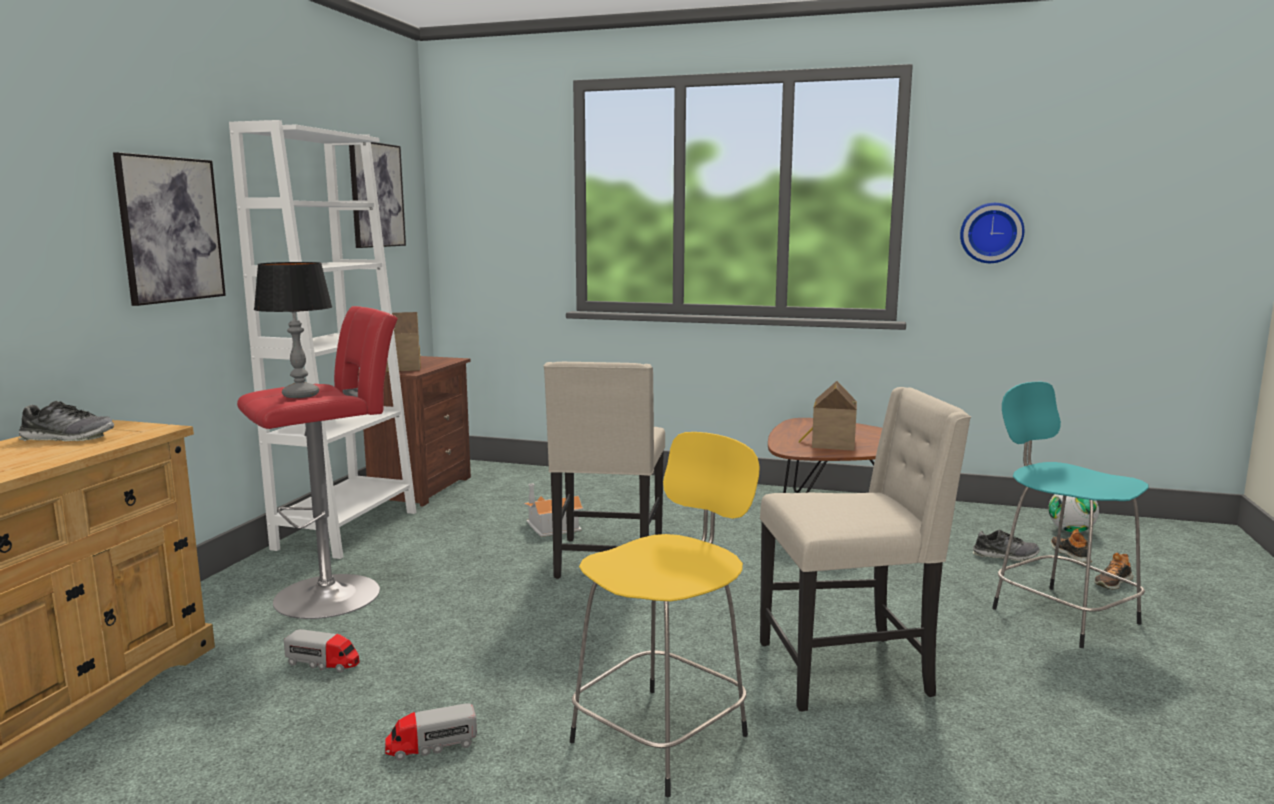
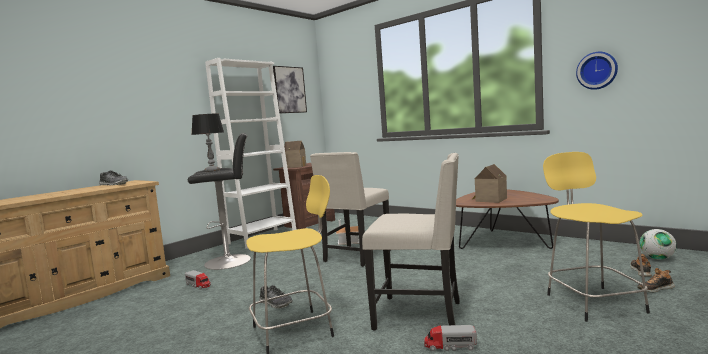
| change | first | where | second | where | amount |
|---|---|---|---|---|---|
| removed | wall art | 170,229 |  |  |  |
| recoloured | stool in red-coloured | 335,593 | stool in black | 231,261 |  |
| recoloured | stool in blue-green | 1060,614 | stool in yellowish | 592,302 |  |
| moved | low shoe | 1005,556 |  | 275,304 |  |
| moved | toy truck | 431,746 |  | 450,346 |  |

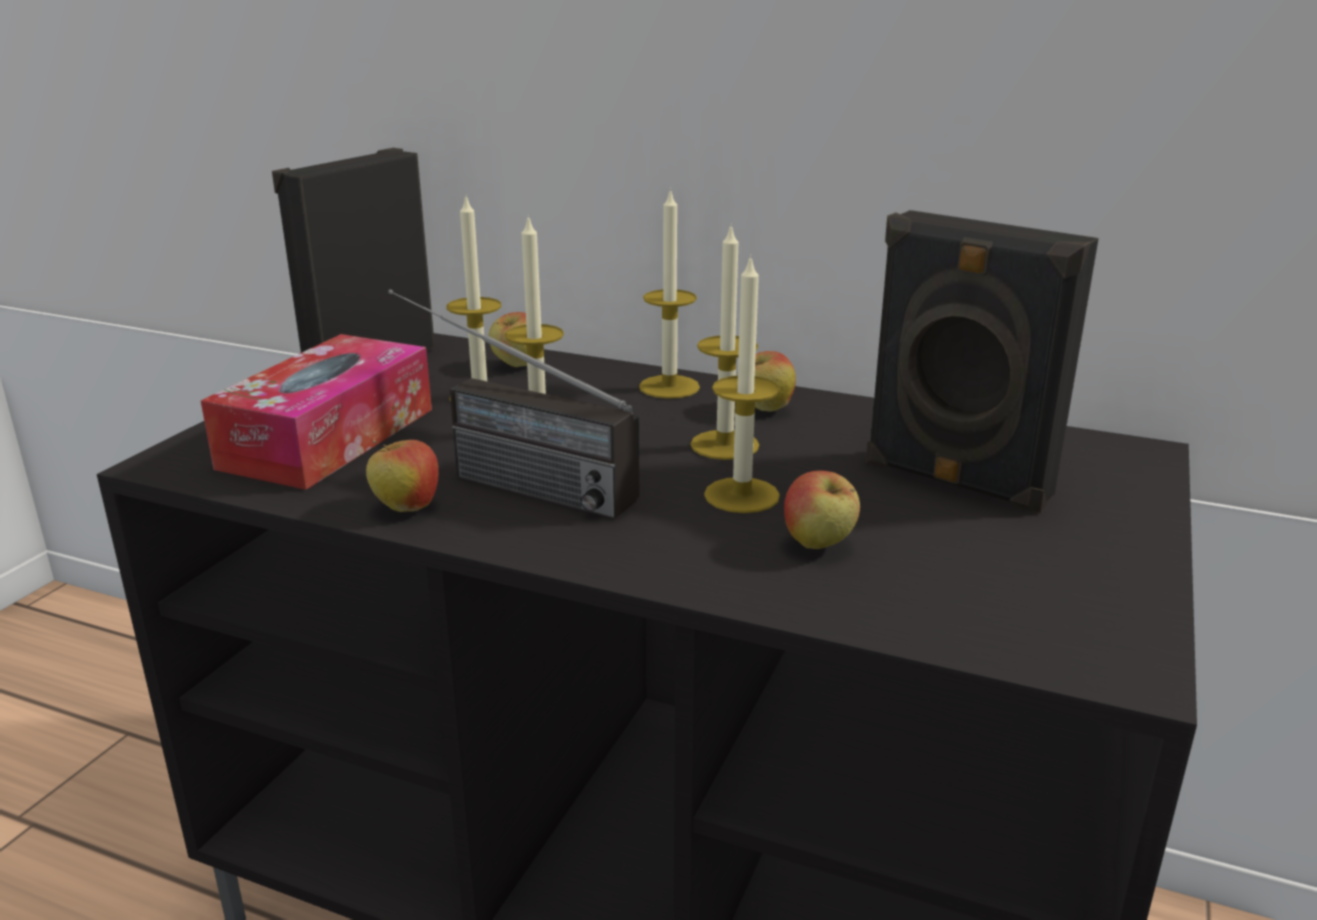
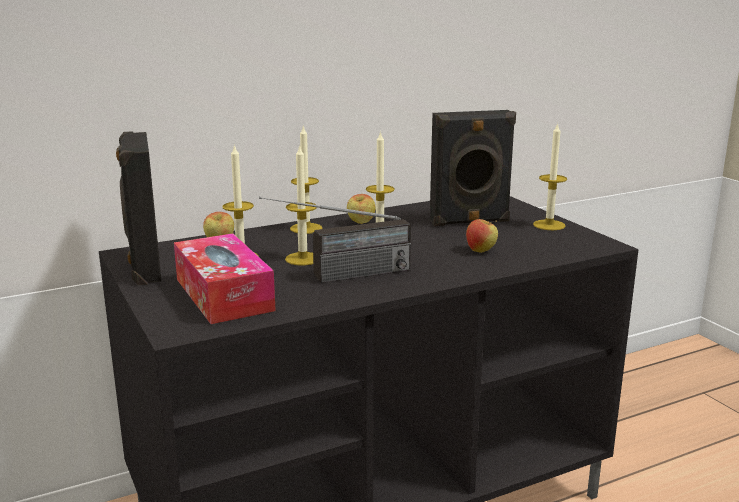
| change | first | where | second | where | amount |
|---|---|---|---|---|---|
| moved | wax light | 741,495 |  | 549,225 |  |
| removed | whole apple | 406,508 |  |  |  |

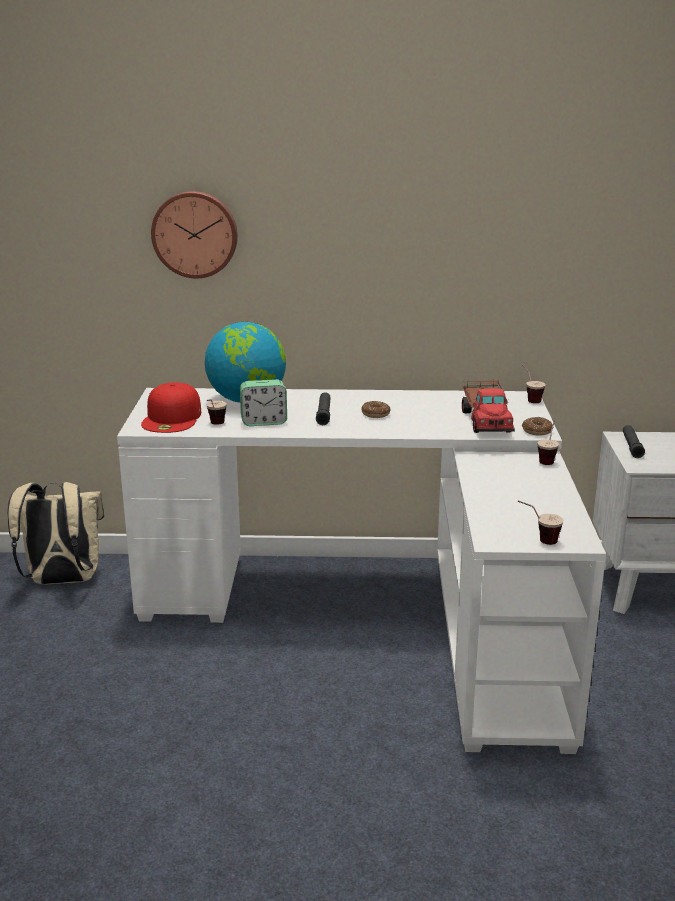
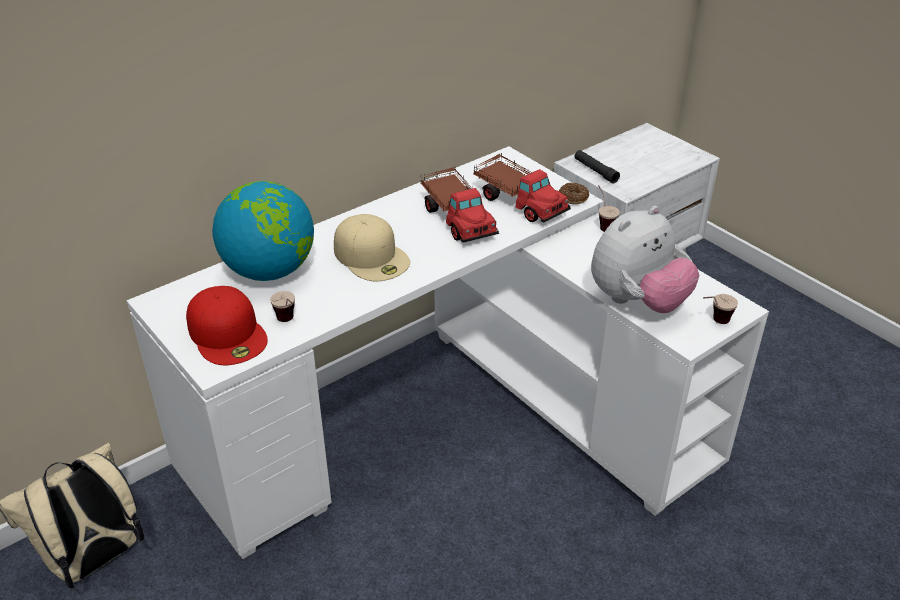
| change | first | where | second | where | amount |
|---|---|---|---|---|---|
| removed | clock on the wall | 195,234 |  |  |  |
| removed | drinking cup | 529,399 |  |  |  |
| removed | bedside clock | 264,422 |  |  |  |
| replaced | torch in black | 324,414 | baseball cap in beige | 372,256 |  |
| removed | donut | 375,414 |  |  |  |
| added |  |  | toy truck | 458,217 |  |
| added |  |  | plush toy | 637,301 |  |

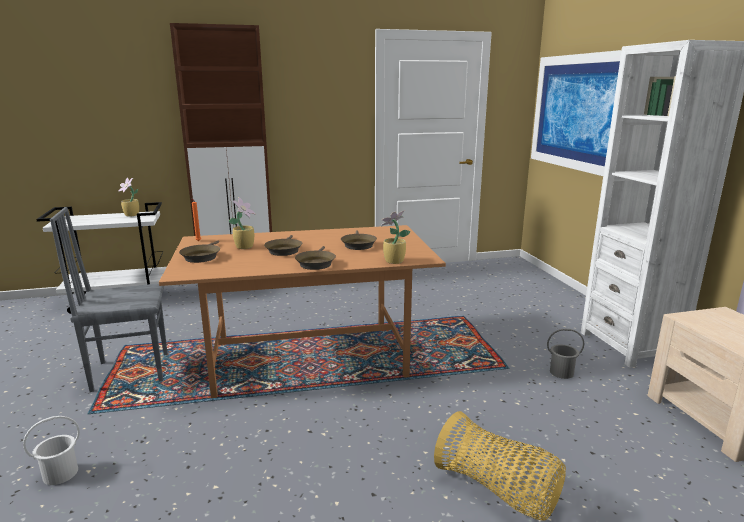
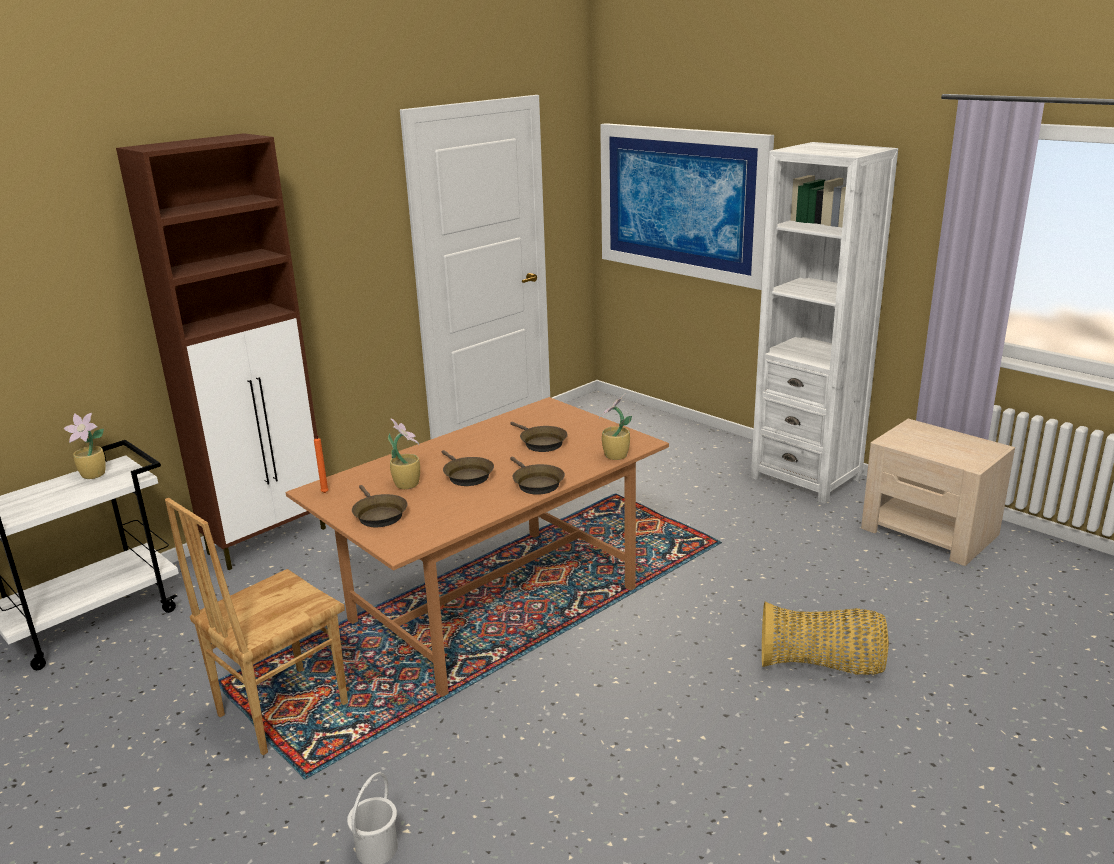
| change | first | where | second | where | amount |
|---|---|---|---|---|---|
| recoloured | chair in greyish | 130,371 | chair in brownish | 281,709 |  |
| removed | pail in greyish | 561,372 |  |  |  |

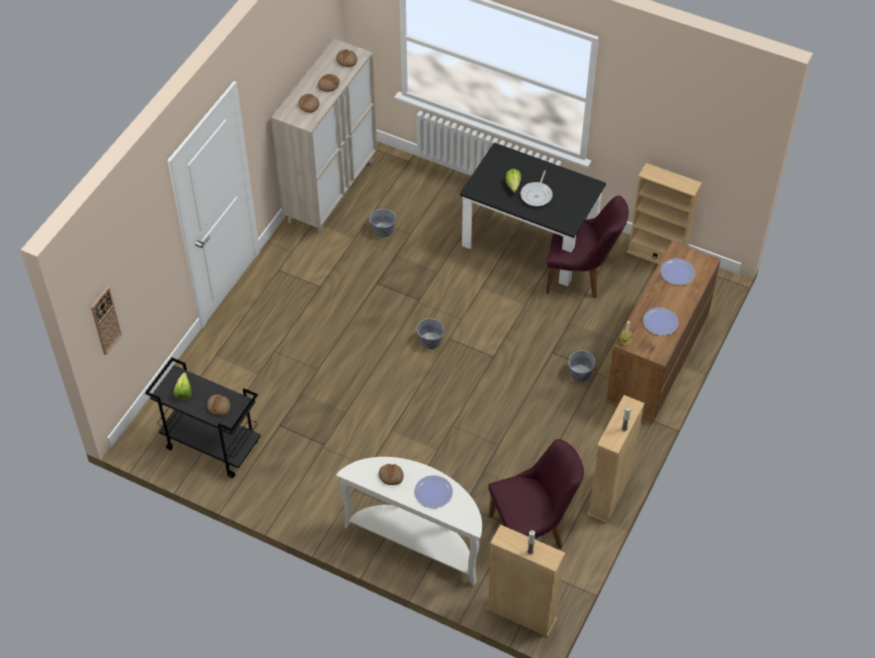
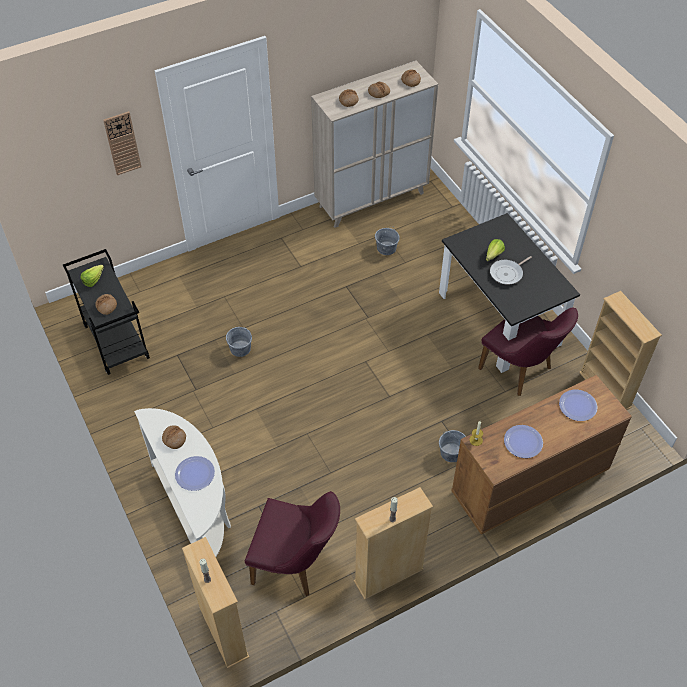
| change | first | where | second | where | amount |
|---|---|---|---|---|---|
| moved | clock on the wall | 105,320 |  | 122,143 |  |
| moved | pail in greyish | 430,340 |  | 240,348 |  |

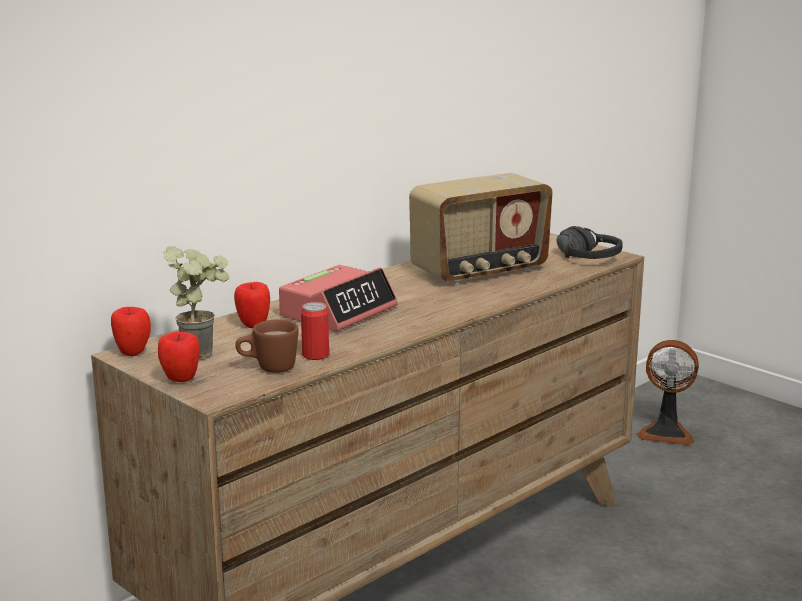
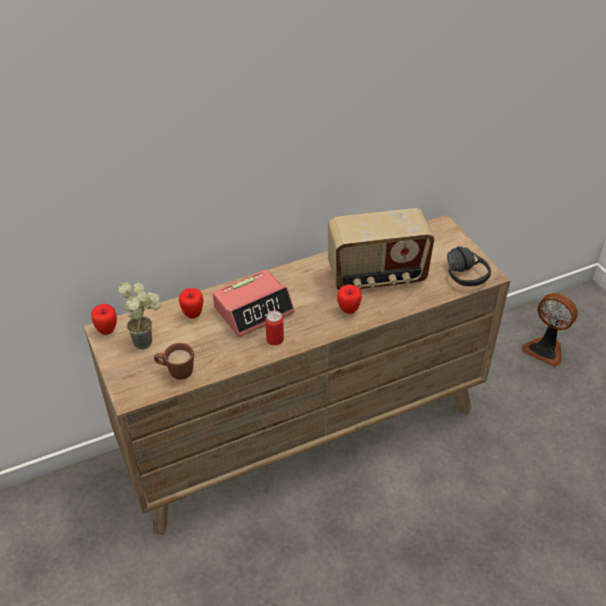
| change | first | where | second | where | amount |
|---|---|---|---|---|---|
| moved | sealed can | 315,355 |  | 275,339 |  |
| moved | whole apple | 181,380 |  | 348,310 |  |

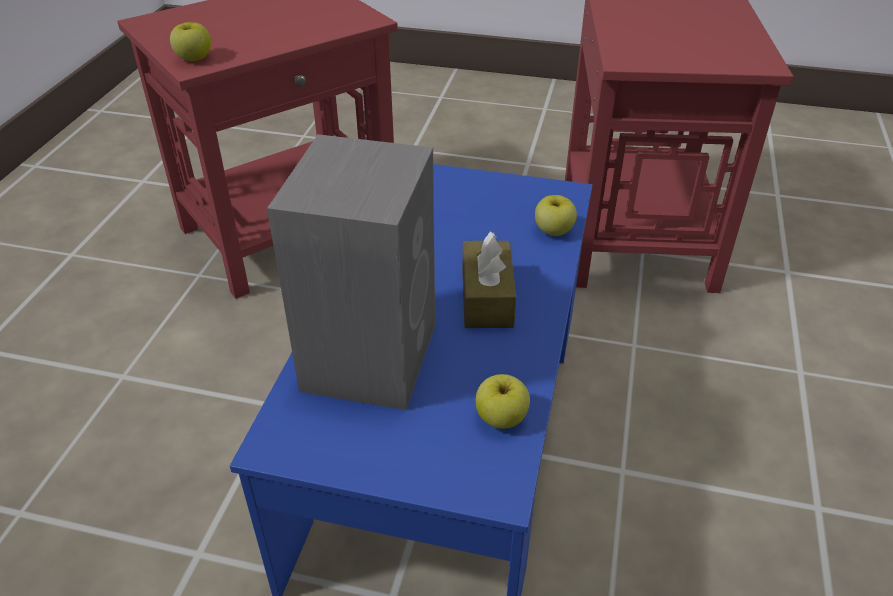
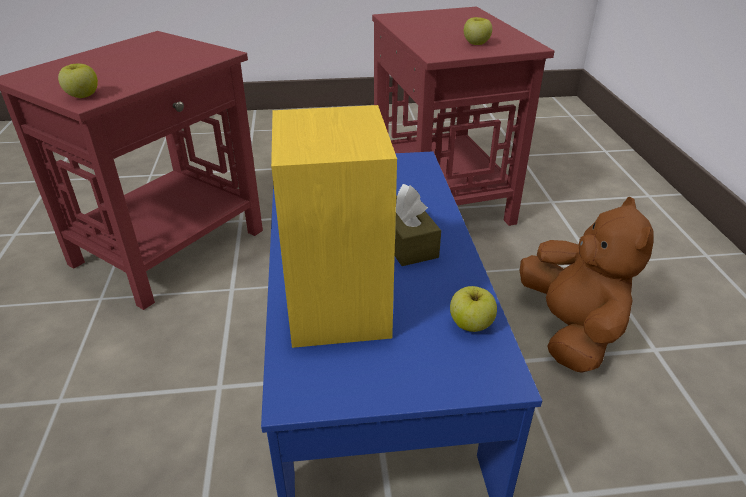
| change | first | where | second | where | amount |
|---|---|---|---|---|---|
| recoloured | loudspeaker in greyish | 371,354 | loudspeaker in yellowish | 337,303 |  |
| moved | whole apple | 553,231 |  | 476,43 |  |
| added |  |  | plush toy in brownish | 571,330 |  |

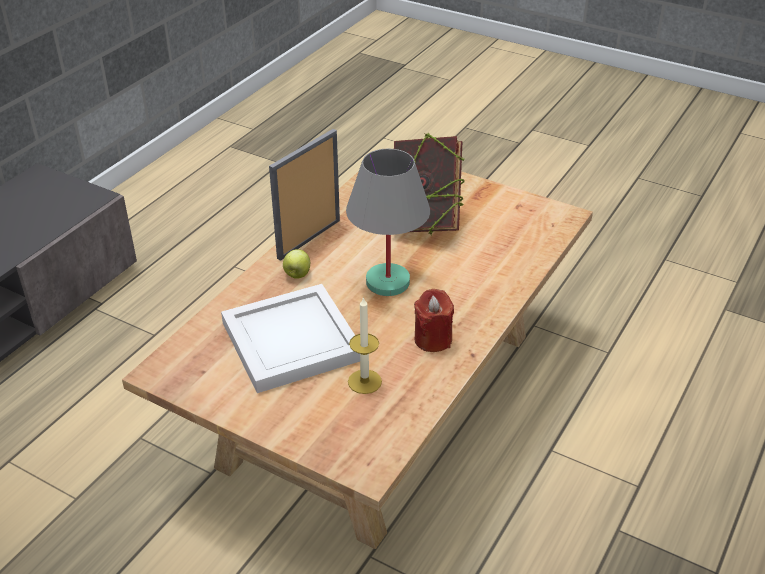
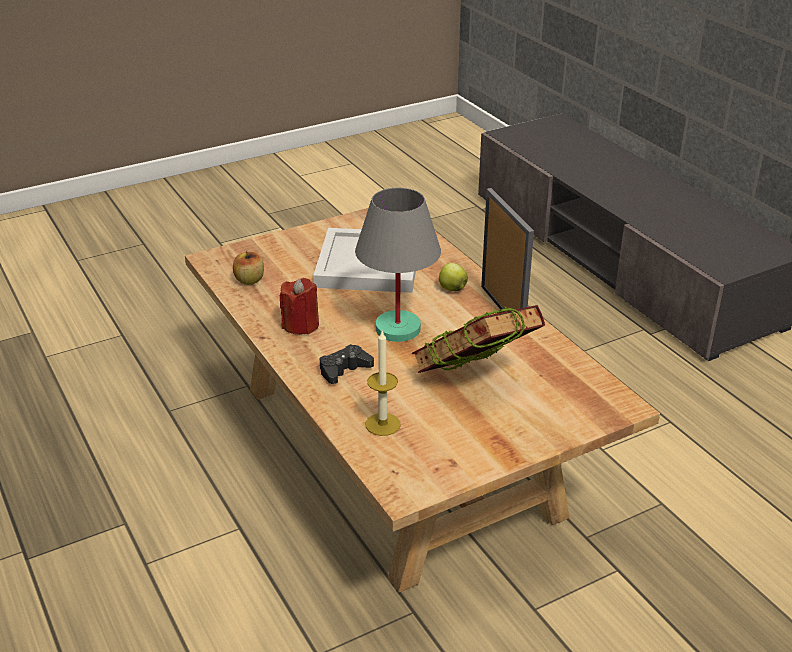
| change | first | where | second | where | amount |
|---|---|---|---|---|---|
| moved | wax light | 364,381 |  | 382,424 |  |
| added |  |  | whole apple | 249,280 |  |
| added |  |  | joypad in black | 344,370 |  |

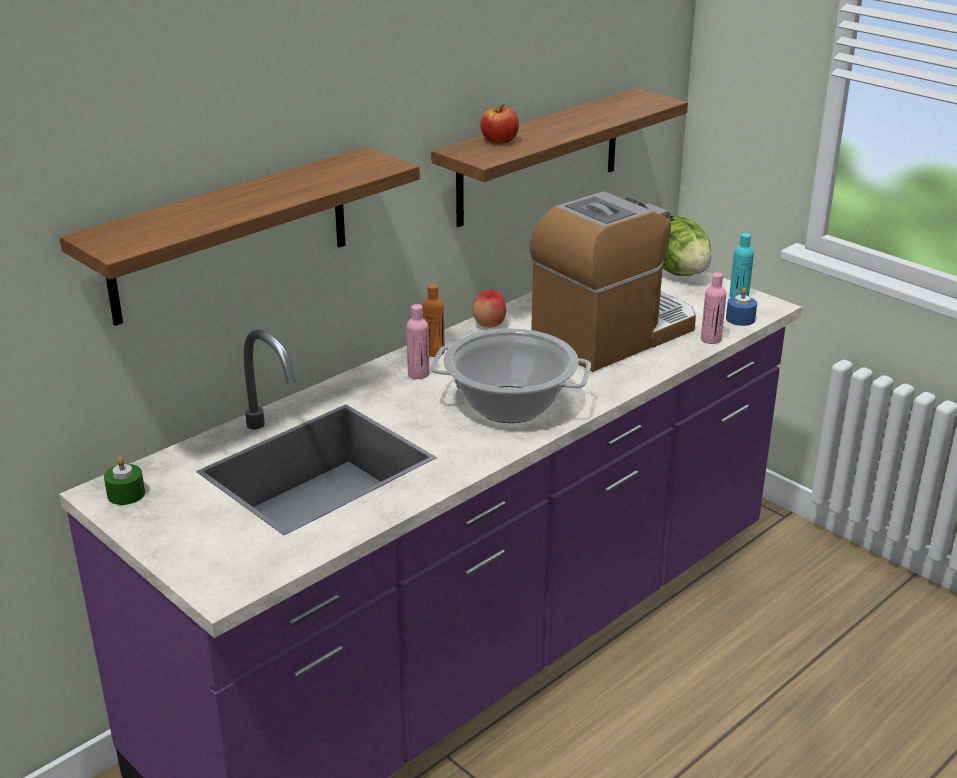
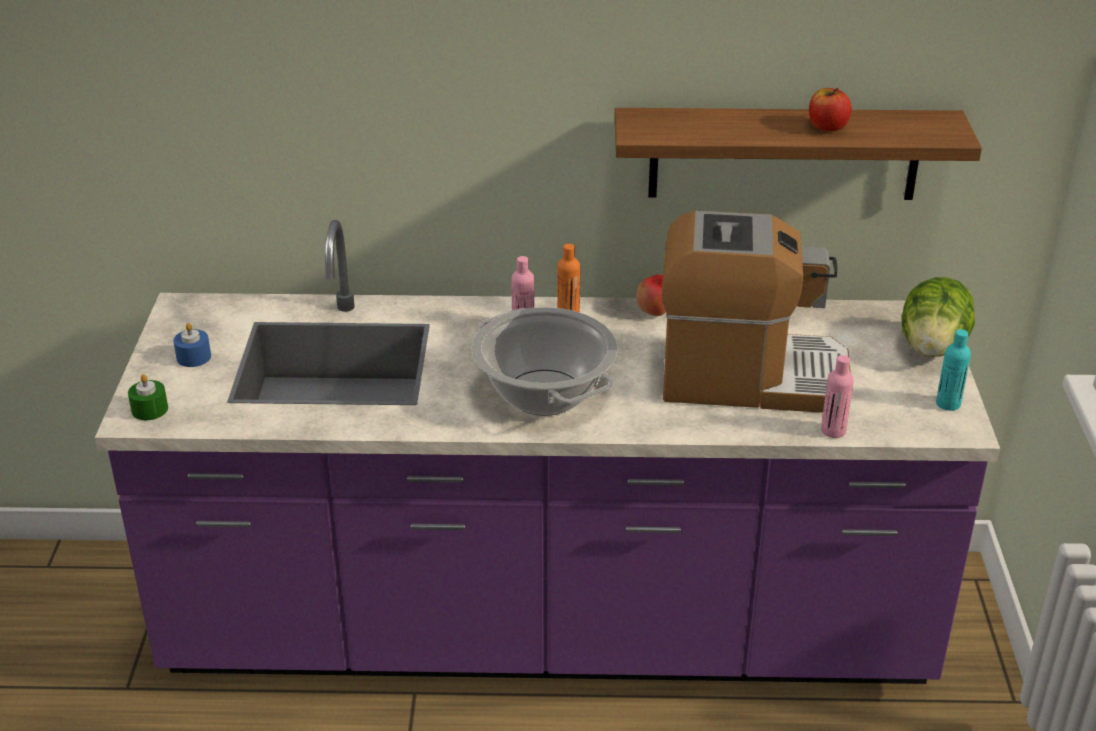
| change | first | where | second | where | amount |
|---|---|---|---|---|---|
| moved | whole apple | 499,141 |  | 827,127 |  |
| removed | wall shelf | 231,235 |  |  |  |
| moved | wax light in bluish | 740,319 |  | 193,357 |  |
| moved | wax light in green-coloured | 126,494 |  | 150,409 |  |

